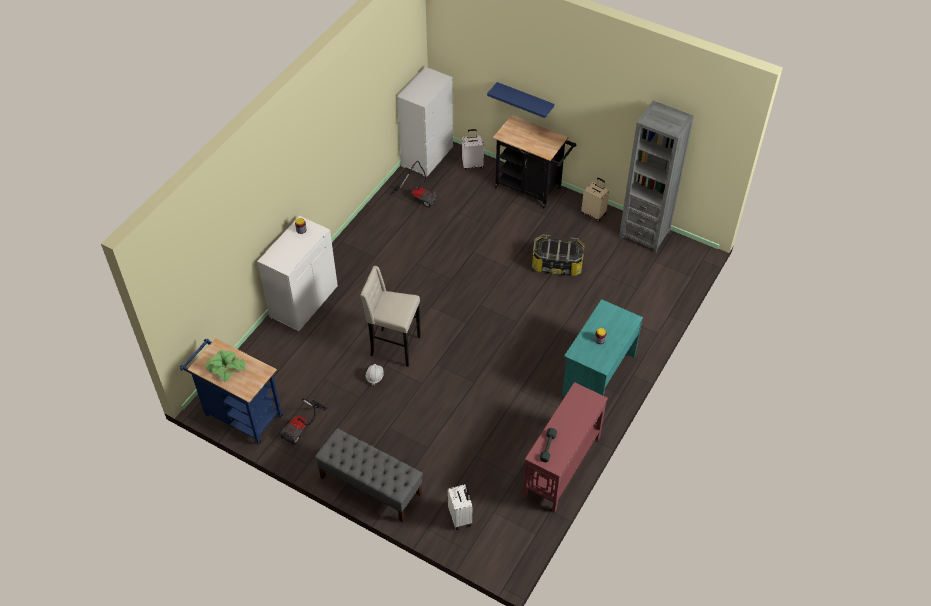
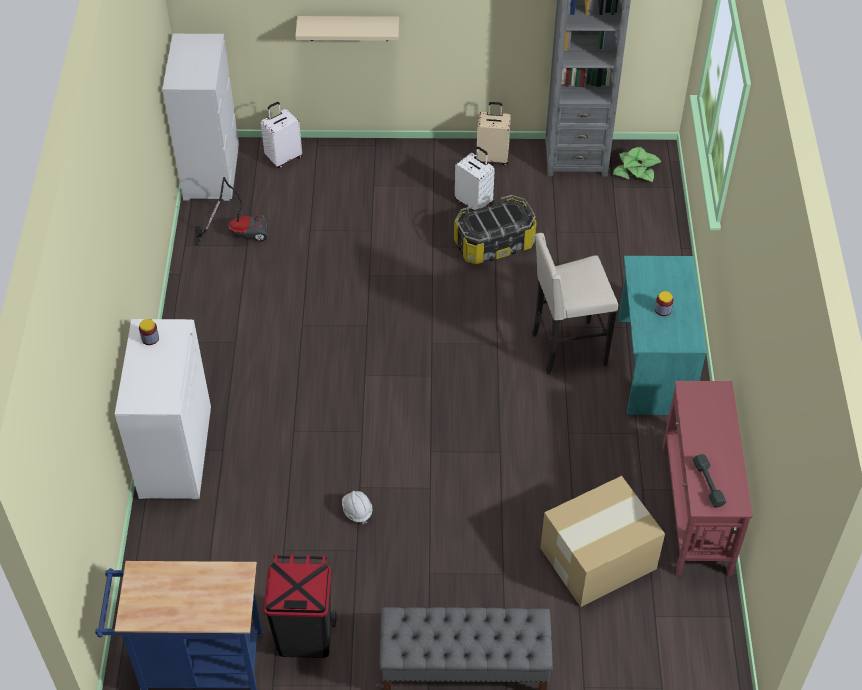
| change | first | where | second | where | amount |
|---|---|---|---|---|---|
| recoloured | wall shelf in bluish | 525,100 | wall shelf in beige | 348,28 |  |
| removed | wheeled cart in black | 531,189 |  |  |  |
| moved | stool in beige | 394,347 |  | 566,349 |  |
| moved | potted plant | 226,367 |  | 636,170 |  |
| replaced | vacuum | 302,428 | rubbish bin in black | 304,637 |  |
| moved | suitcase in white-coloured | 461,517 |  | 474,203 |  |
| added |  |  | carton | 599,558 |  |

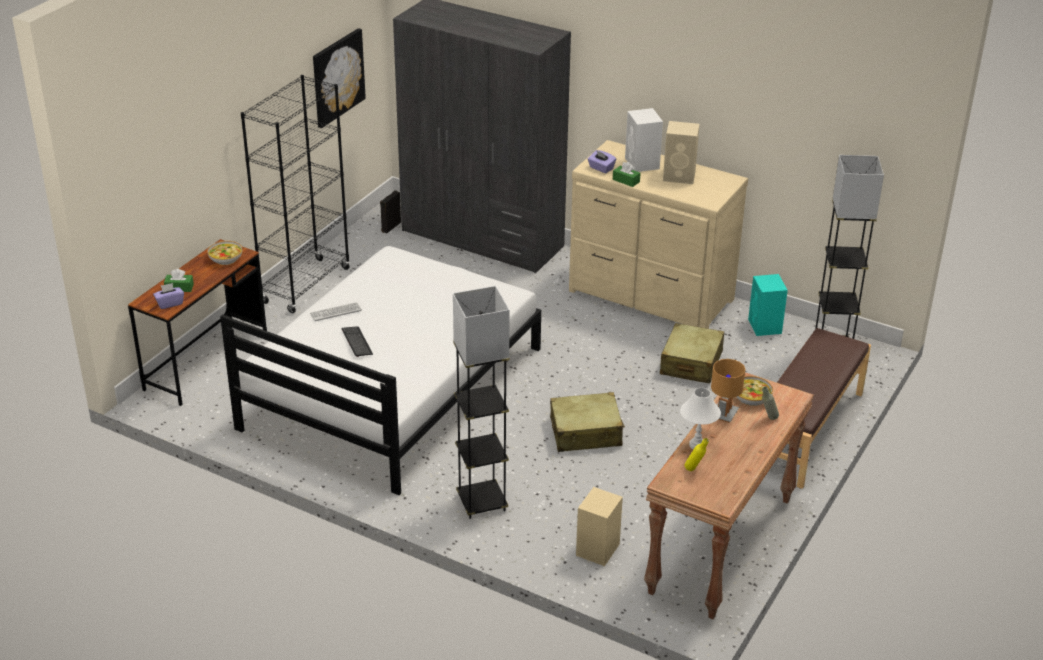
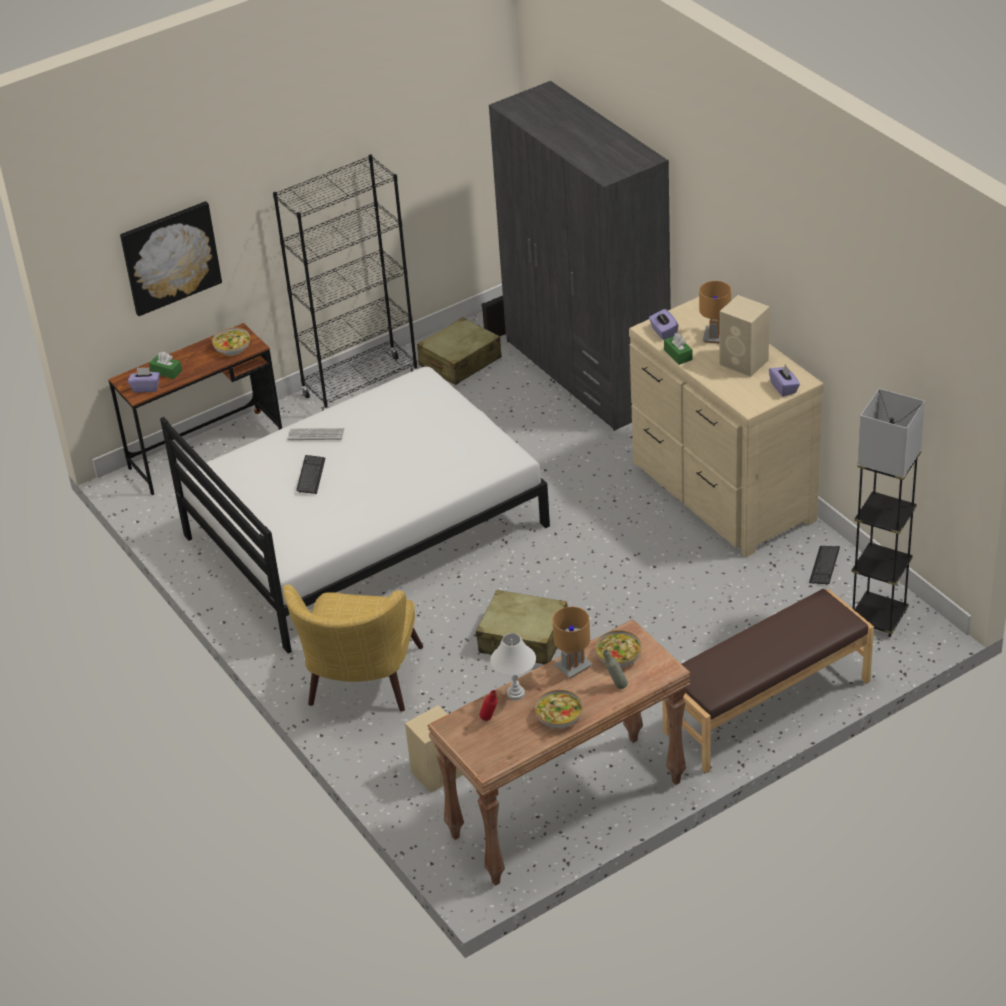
| change | first | where | second | where | amount |
|---|---|---|---|---|---|
| moved | wall art | 337,77 |  | 170,257 |  |
| replaced | loudspeaker in white-coloured | 642,164 | tabletop lamp in brownish | 715,336 |  |
| replaced | loudspeaker in blue-green | 765,327 | computer keyboard | 824,566 |  |
| replaced | standing lamp in greyish | 482,502 | easy chair in yellowish | 361,686 |  |
| moved | suitcase in beige | 691,363 |  | 459,362 |  |
| recoloured | drink bottle in yellowish | 694,470 | drink bottle in red-coloured | 490,720 |  |
| added |  |  | tissue box in purple | 784,388 |  |
| added |  |  | deep dish | 559,717 |  |

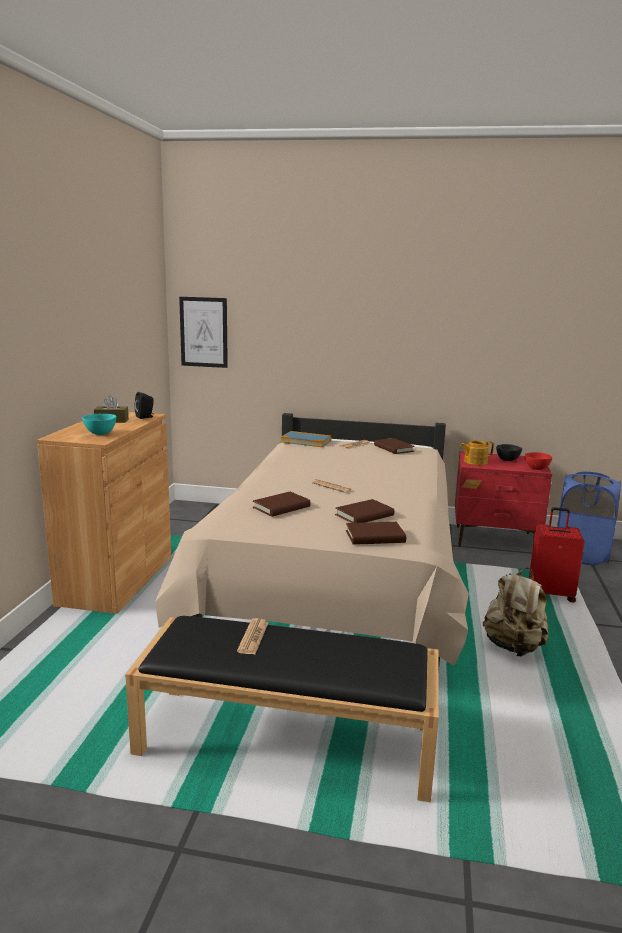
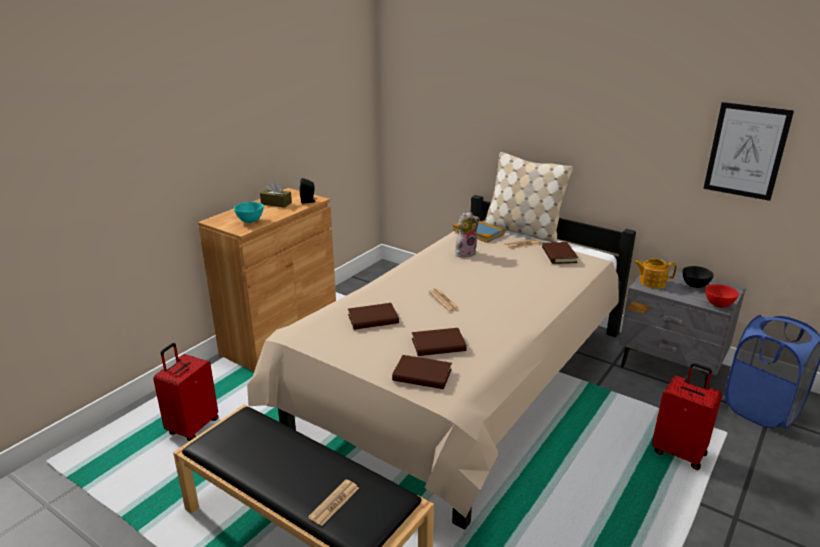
| change | first | where | second | where | amount |
|---|---|---|---|---|---|
| moved | wall art | 203,332 |  | 746,151 |  |
| recoloured | night table in red-coloured | 495,540 | night table in greyish | 670,367 |  |
| removed | knapsack in beige | 513,647 |  |  |  |
| moved | printed paper | 253,637 |  | 334,503 |  |
| added |  |  | throw pillow in beige | 522,231 |  |
| added |  |  | plush toy | 465,253 |  |
| added |  |  | suitcase in red-coloured | 192,427 |  |

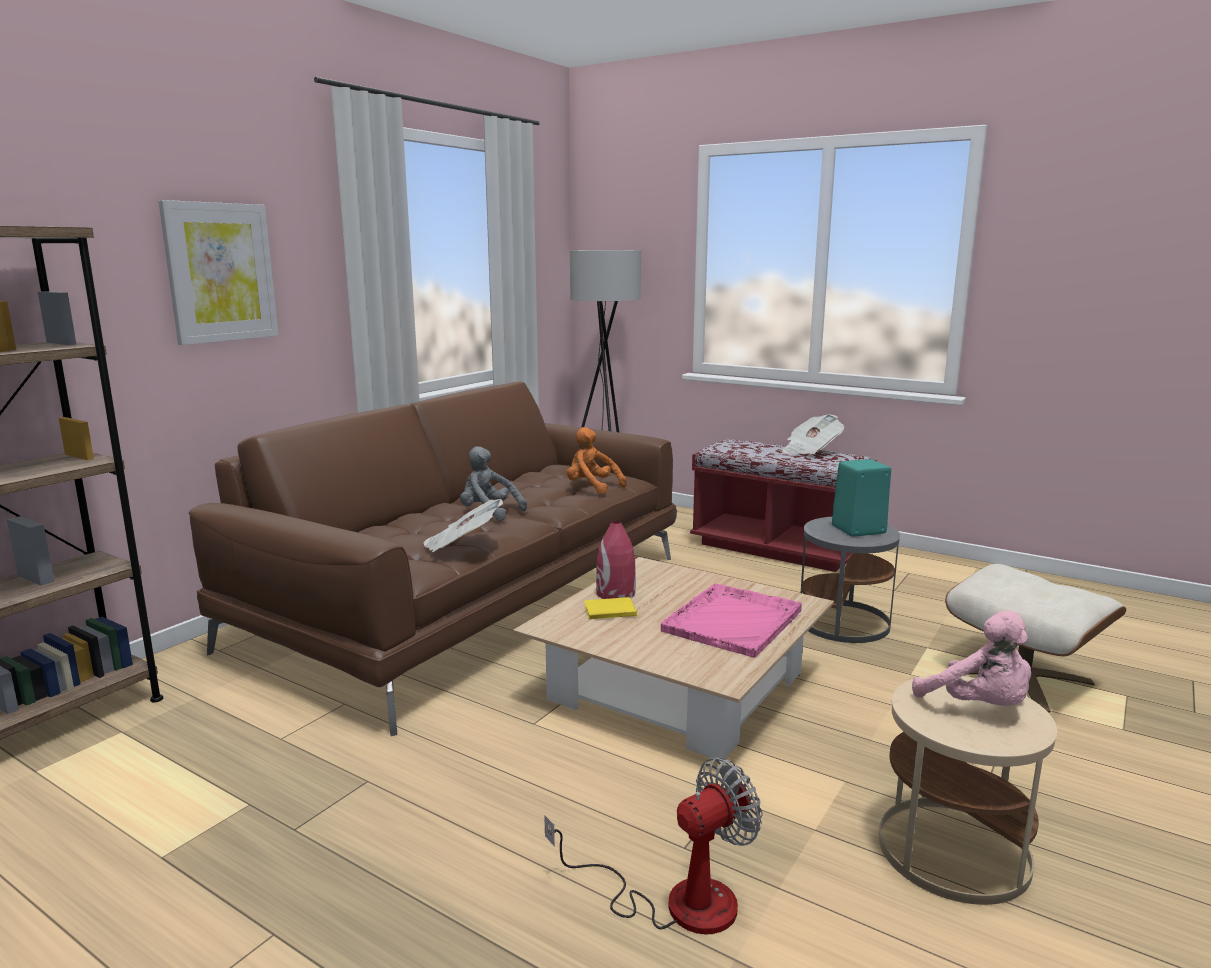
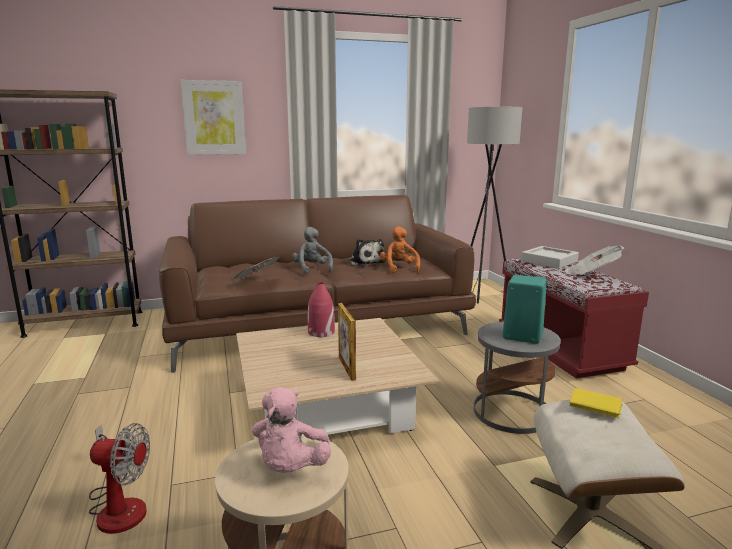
| change | first | where | second | where | amount |
|---|---|---|---|---|---|
| replaced | carrying tray in pinkish | 733,621 | photo frame | 346,368 |  |
| moved | book in yellowish | 610,612 |  | 595,406 |  |
| added |  |  | plush toy | 365,262 |  |
| added |  |  | carrying tray in greyish | 549,261 |  |

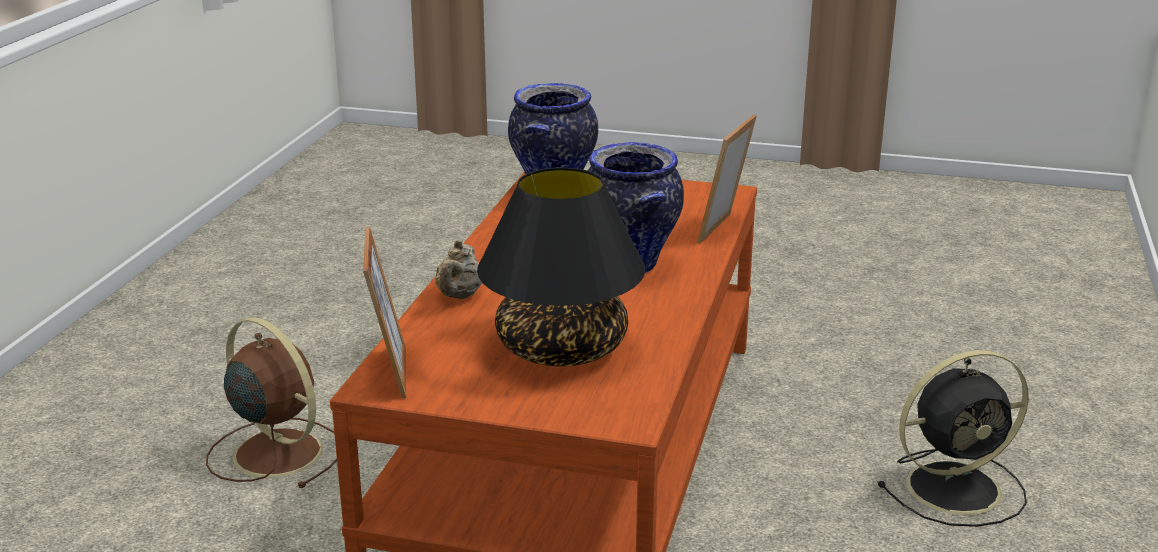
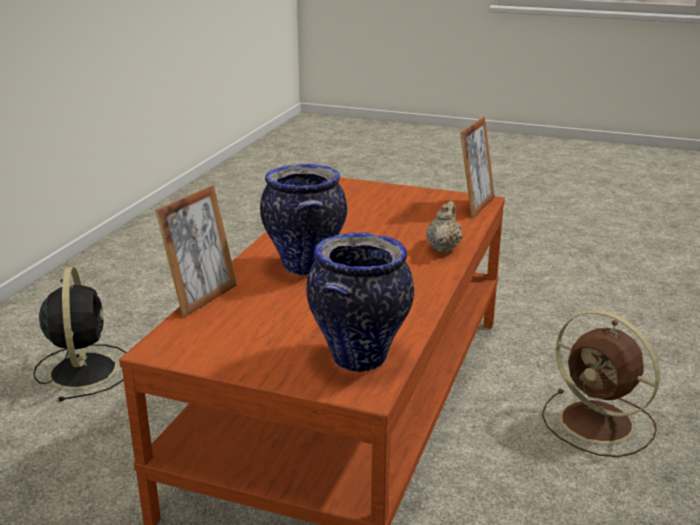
| change | first | where | second | where | amount |
|---|---|---|---|---|---|
| removed | tabletop lamp in black | 562,348 |  |  |  |
| turned | photo frame | 390,373 |  | 475,206 | 150 degrees counterclockwise |
| turned | electric fan in black | 957,487 |  | 83,369 | 90 degrees clockwise |

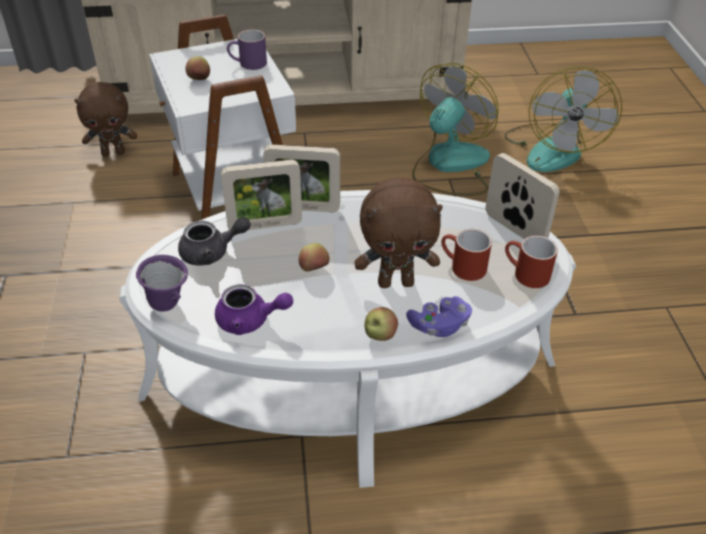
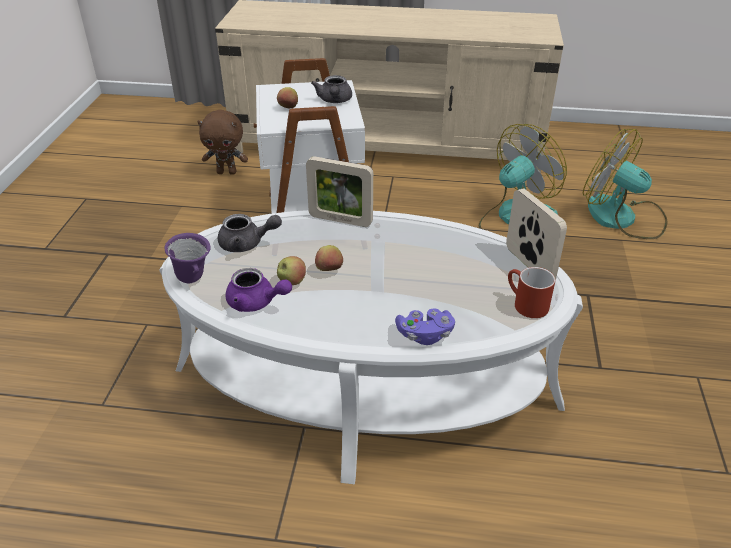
| change | first | where | second | where | amount |
|---|---|---|---|---|---|
| replaced | tea mug in purple | 248,64 | teapot in greyish | 334,101 |  |
| turned | electric fan | 552,148 |  | 622,218 | 105 degrees clockwise |
| removed | photo frame | 265,225 |  |  |  |
| removed | plush toy in brownish | 396,282 |  |  |  |
| removed | tea mug in red-coloured | 462,267 |  |  |  |
| moved | whole apple | 379,335 |  | 292,282 |  |

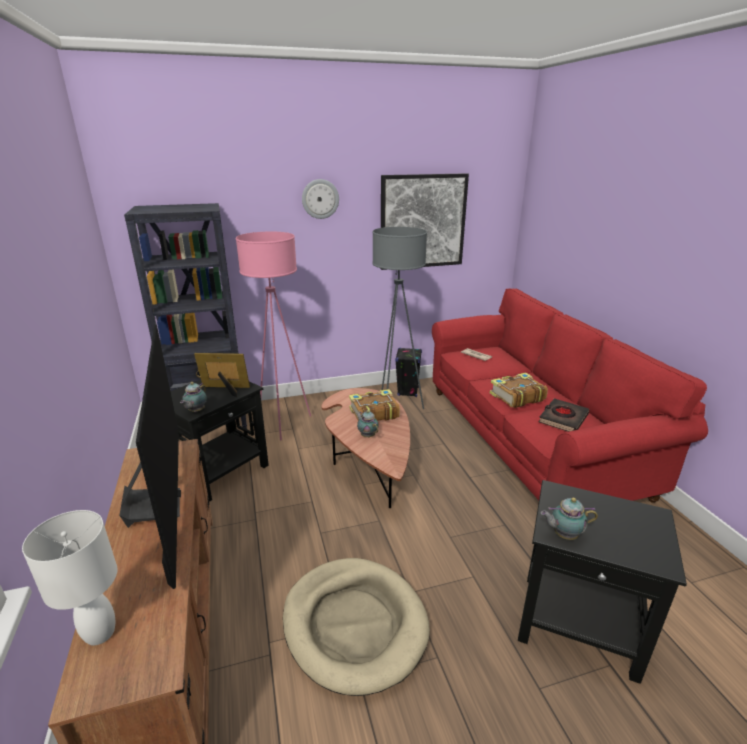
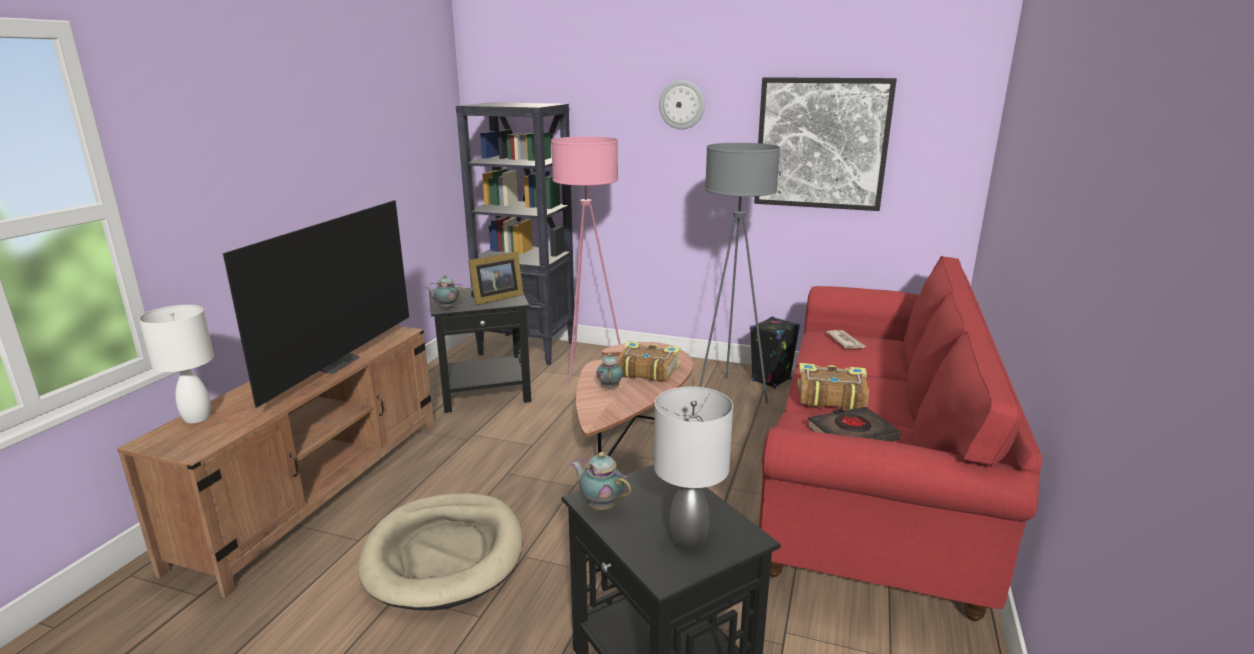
| change | first | where | second | where | amount |
|---|---|---|---|---|---|
| turned | photo frame | 226,389 |  | 495,298 | 105 degrees clockwise |
| turned | teapot | 196,411 |  | 446,307 | 45 degrees clockwise |
| added |  |  | tabletop lamp in greyish | 688,542 |  |

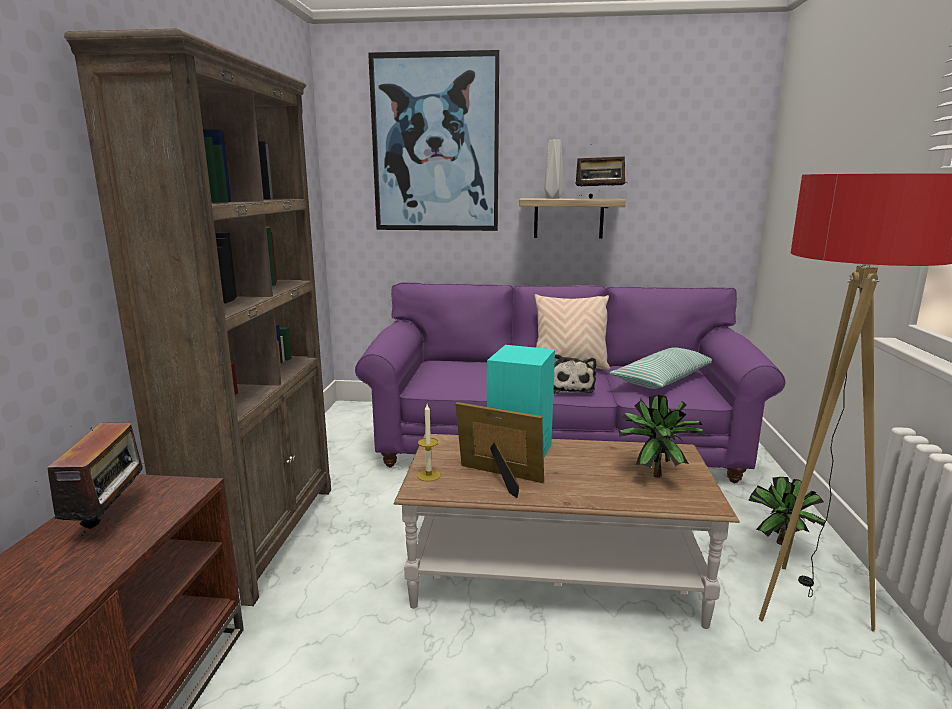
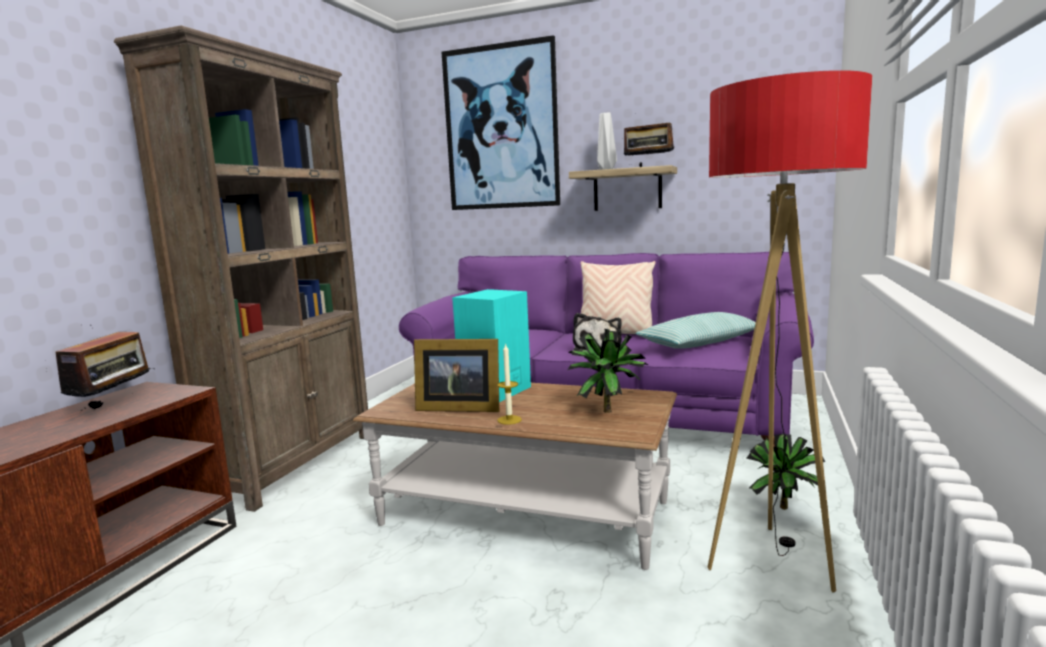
| change | first | where | second | where | amount |
|---|---|---|---|---|---|
| turned | photo frame | 500,479 |  | 457,407 | 150 degrees clockwise |
| moved | wax light | 428,475 |  | 509,420 |  |

